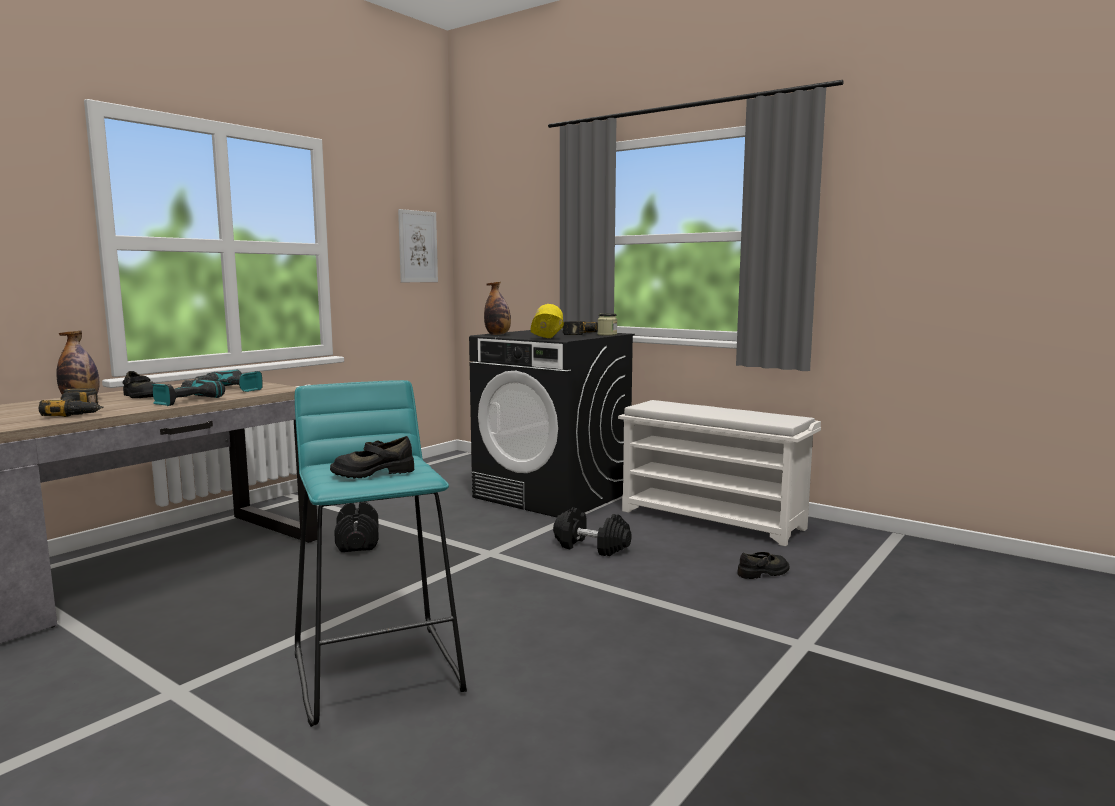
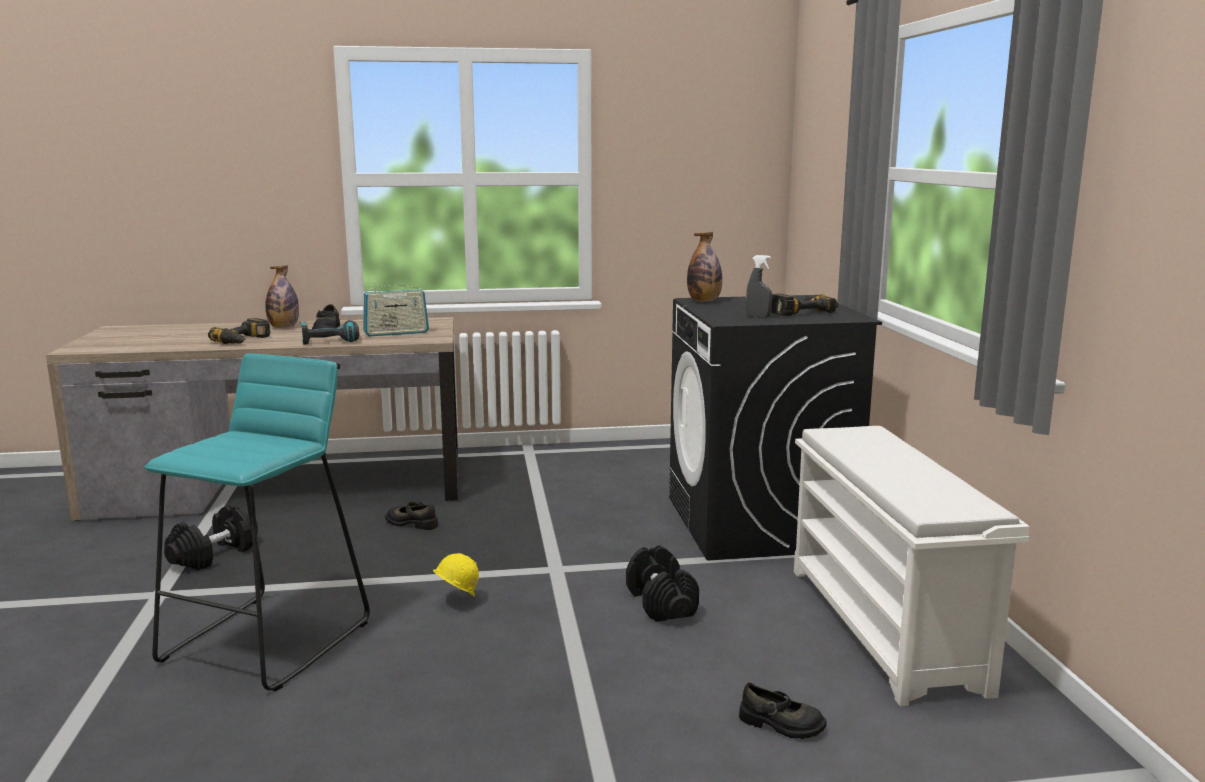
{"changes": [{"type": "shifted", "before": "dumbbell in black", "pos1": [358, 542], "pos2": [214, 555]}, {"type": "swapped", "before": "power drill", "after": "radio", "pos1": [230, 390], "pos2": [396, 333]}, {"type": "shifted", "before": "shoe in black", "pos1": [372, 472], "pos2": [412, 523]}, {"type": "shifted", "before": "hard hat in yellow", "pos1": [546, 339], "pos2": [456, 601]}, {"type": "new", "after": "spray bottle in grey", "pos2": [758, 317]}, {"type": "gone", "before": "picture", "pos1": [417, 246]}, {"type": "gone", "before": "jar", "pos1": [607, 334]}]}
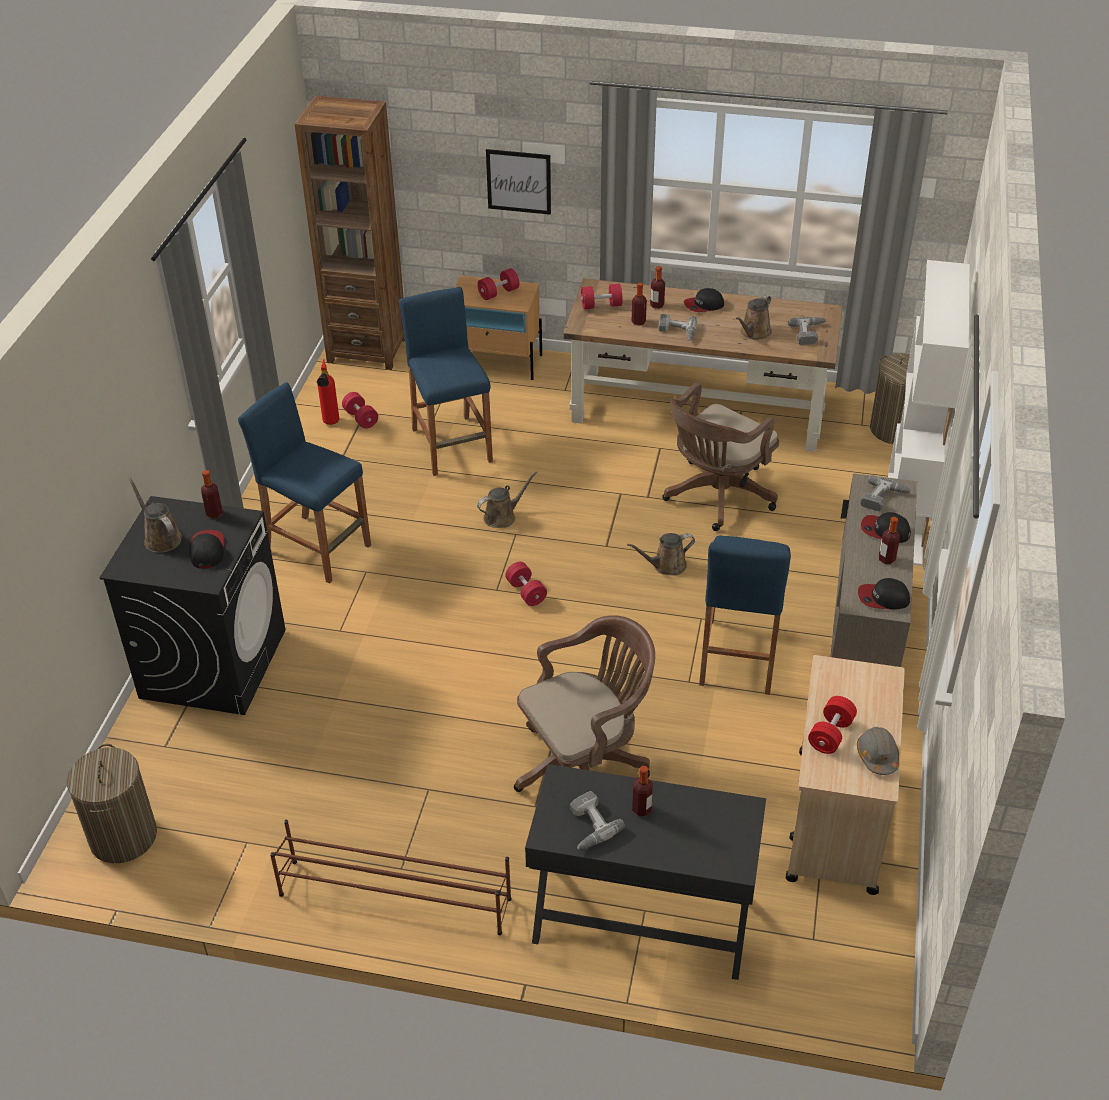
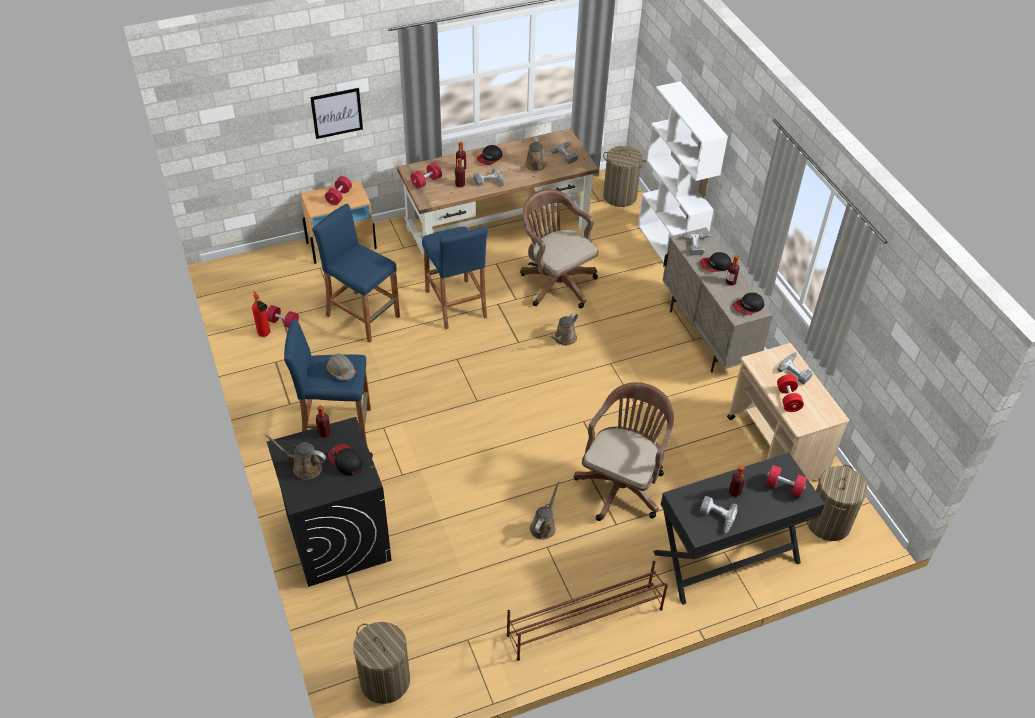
{"changes": [{"type": "shifted", "before": "hard hat in grey", "pos1": [877, 756], "pos2": [341, 370]}, {"type": "shifted", "before": "stool in blue", "pos1": [738, 656], "pos2": [456, 304]}, {"type": "rotated", "before": "office chair in brown", "pos1": [716, 497], "pos2": [555, 282], "turn": 135}, {"type": "shifted", "before": "watering can in brown", "pos1": [502, 516], "pos2": [544, 526]}, {"type": "shifted", "before": "dumbbell in red", "pos1": [526, 592], "pos2": [784, 487]}, {"type": "new", "after": "power drill", "pos2": [797, 370]}, {"type": "new", "after": "laundry basket", "pos2": [828, 523]}, {"type": "gone", "before": "bookcase in brown", "pos1": [367, 350]}]}
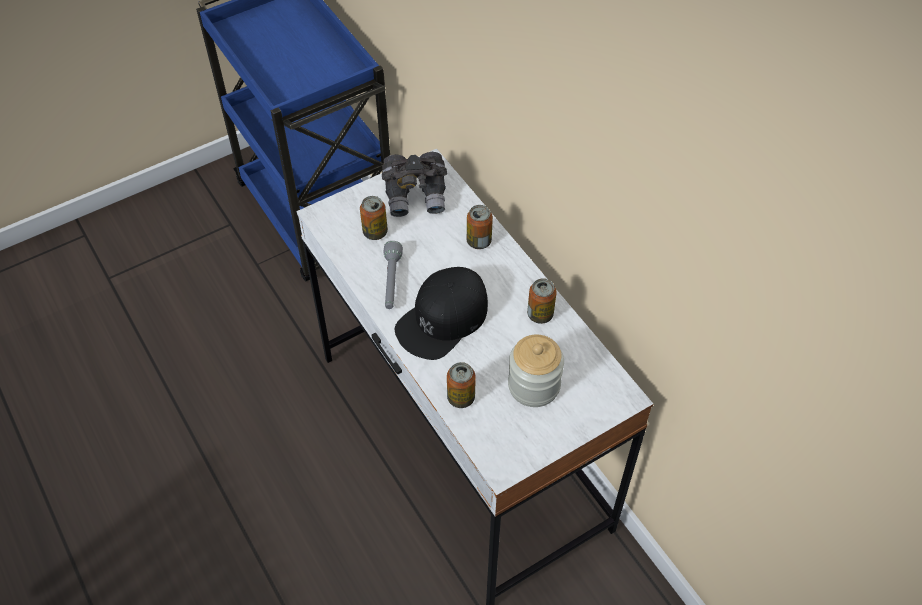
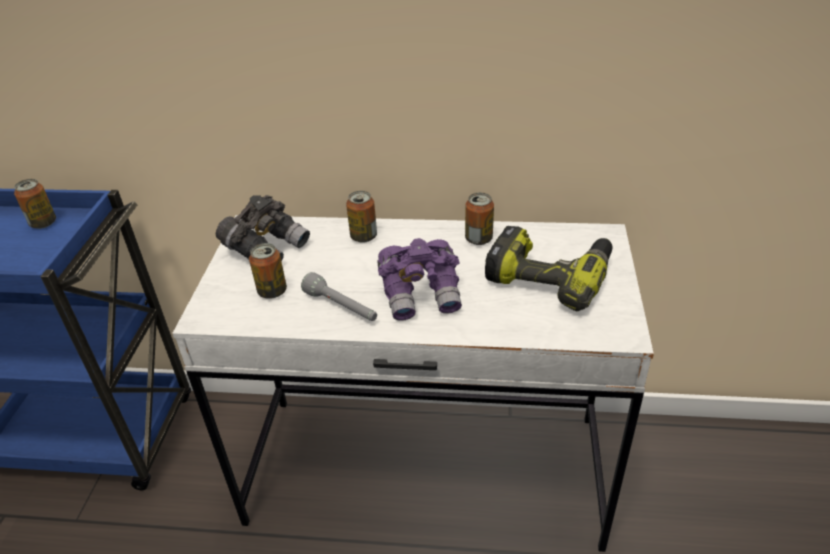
{"changes": [{"type": "shifted", "before": "can", "pos1": [461, 398], "pos2": [43, 223]}, {"type": "swapped", "before": "cap in black", "after": "binoculars in purple", "pos1": [443, 319], "pos2": [421, 295]}, {"type": "swapped", "before": "jar", "after": "power drill", "pos1": [534, 385], "pos2": [550, 275]}]}
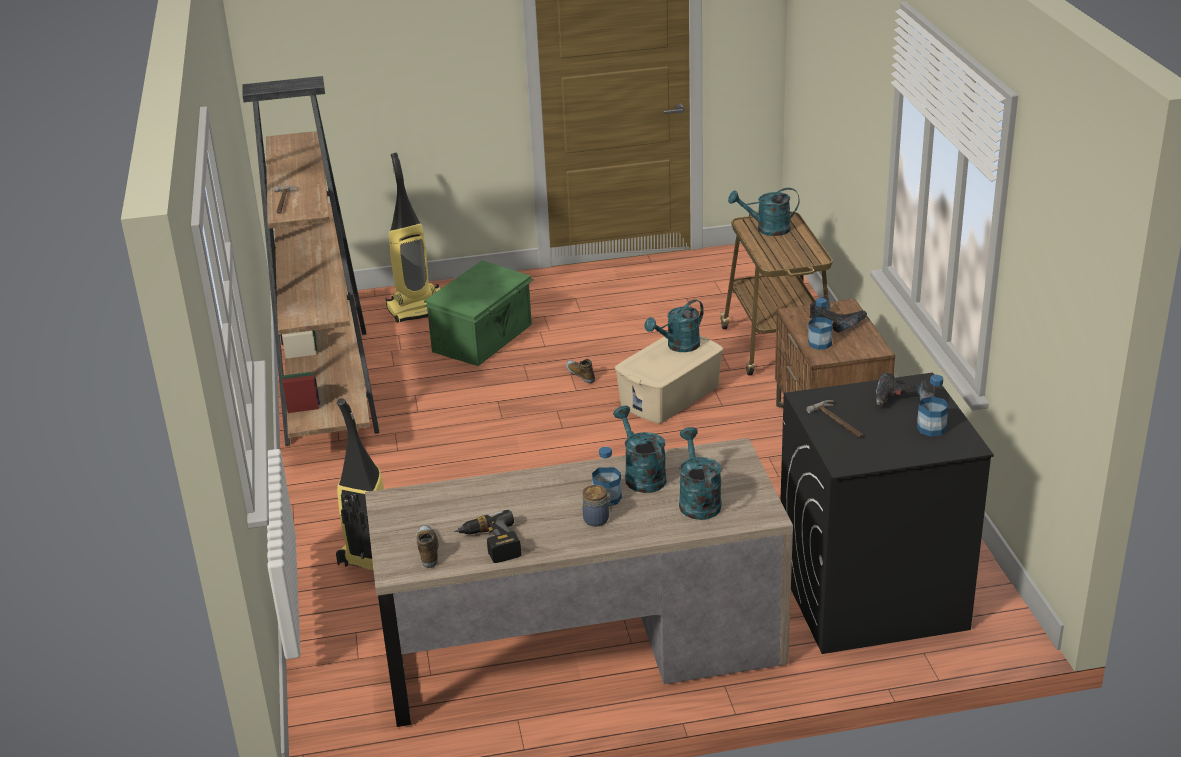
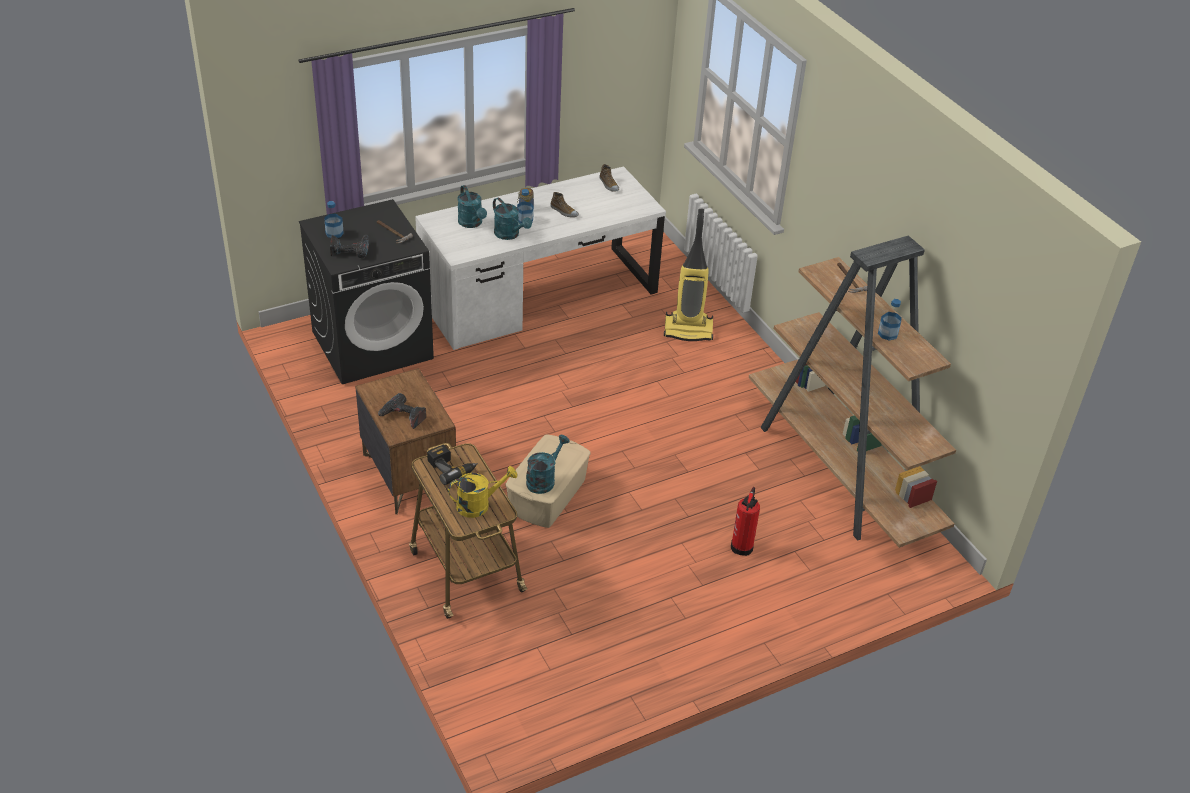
{"changes": [{"type": "repainted", "before": "desk in brown", "after": "desk in white", "pos1": [581, 646], "pos2": [539, 296]}, {"type": "shifted", "before": "power drill", "pos1": [490, 544], "pos2": [451, 468]}, {"type": "repainted", "before": "watering can in turquoise", "after": "watering can in yellow", "pos1": [767, 229], "pos2": [479, 505]}, {"type": "shifted", "before": "shoe", "pos1": [580, 374], "pos2": [564, 211]}, {"type": "swapped", "before": "storage box in green", "after": "fire extinguisher", "pos1": [484, 338], "pos2": [742, 545]}, {"type": "shifted", "before": "bottle", "pos1": [820, 343], "pos2": [887, 334]}, {"type": "gone", "before": "vacuum cleaner", "pos1": [419, 308]}]}
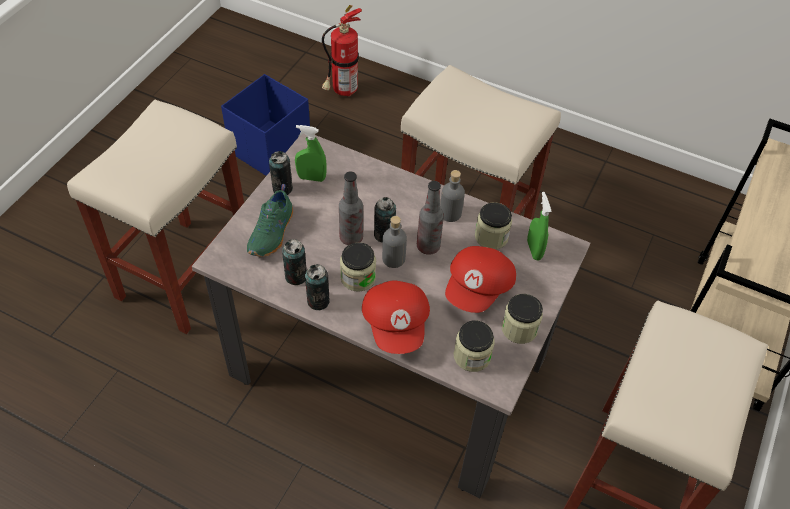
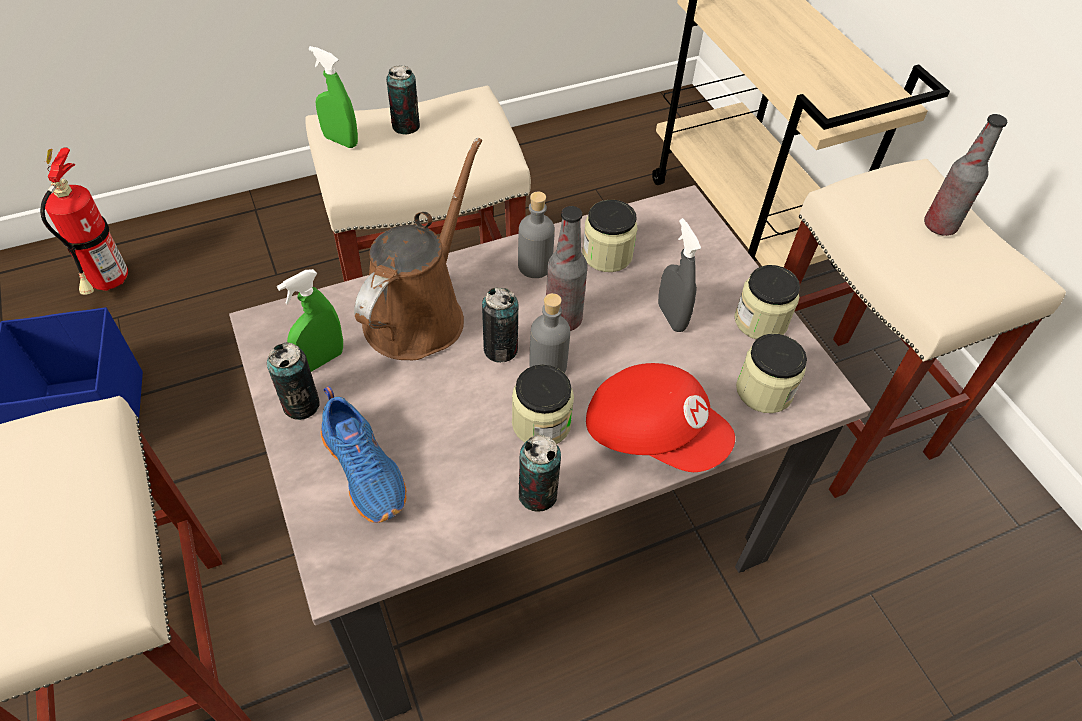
{"changes": [{"type": "shifted", "before": "spray bottle in green", "pos1": [534, 250], "pos2": [340, 141]}, {"type": "repainted", "before": "shoe in green", "after": "shoe in blue", "pos1": [272, 233], "pos2": [366, 470]}, {"type": "new", "after": "watering can in brown", "pos2": [419, 313]}, {"type": "shifted", "before": "can", "pos1": [296, 276], "pos2": [406, 126]}, {"type": "swapped", "before": "cap in red", "after": "spray bottle in grey", "pos1": [479, 288], "pos2": [671, 317]}, {"type": "shifted", "before": "bottle", "pos1": [351, 237], "pos2": [939, 226]}]}
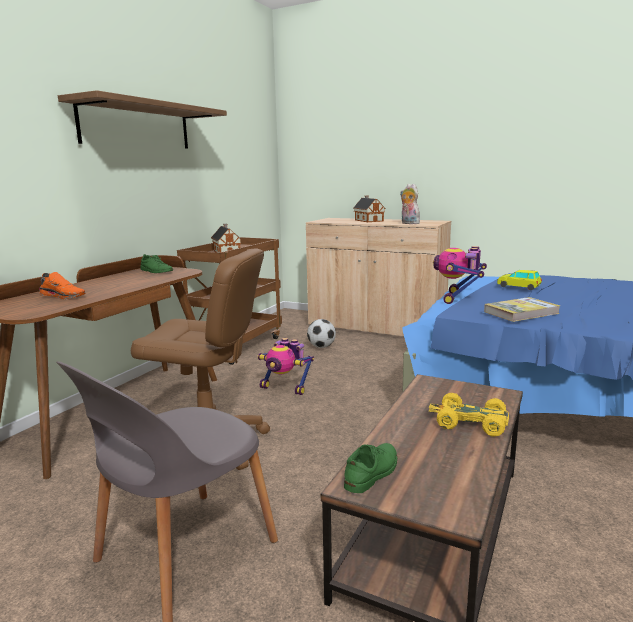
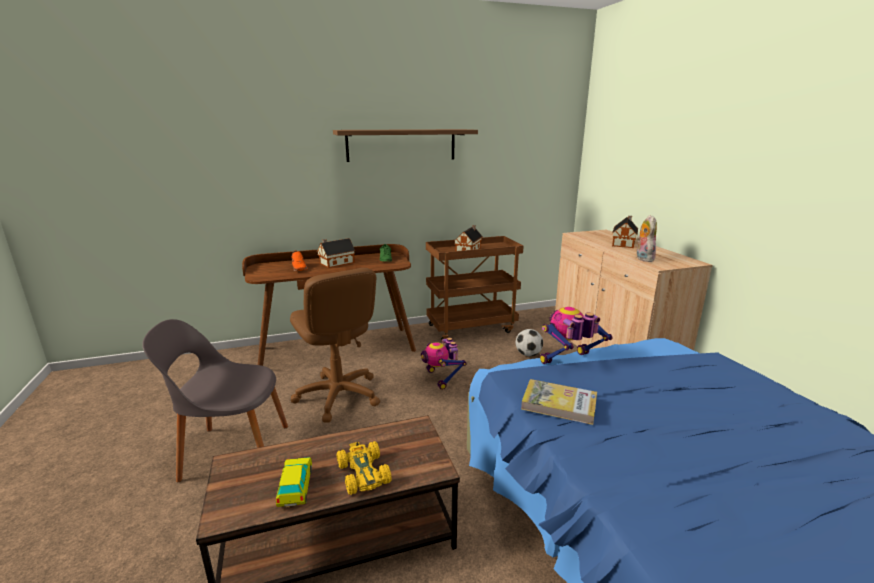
{"changes": [{"type": "shifted", "before": "toy car", "pos1": [518, 286], "pos2": [295, 487]}, {"type": "new", "after": "toy house", "pos2": [335, 263]}, {"type": "gone", "before": "shoe in green", "pos1": [372, 472]}]}
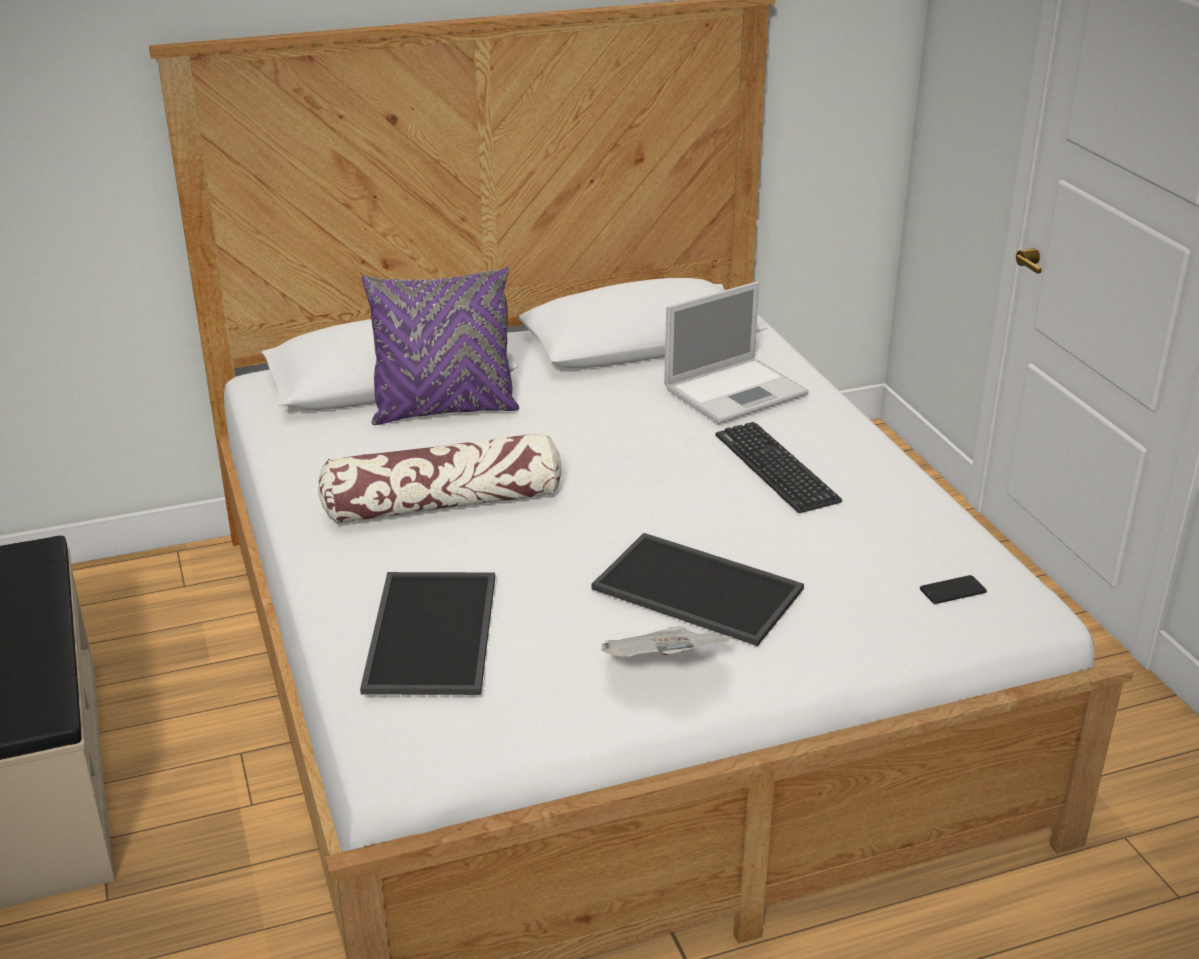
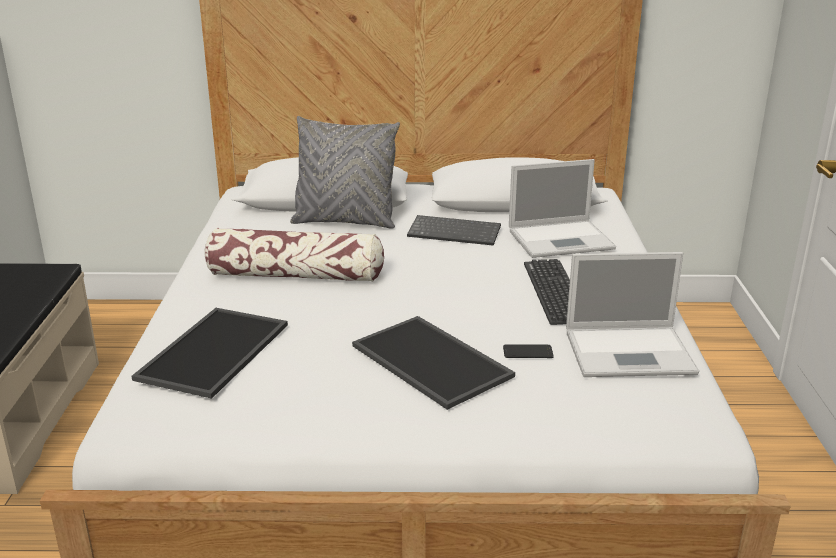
{"changes": [{"type": "repainted", "before": "pillow in purple", "after": "pillow in grey", "pos1": [444, 410], "pos2": [345, 221]}, {"type": "new", "after": "keyboard", "pos2": [455, 232]}, {"type": "shifted", "before": "phone", "pos1": [953, 591], "pos2": [528, 352]}, {"type": "new", "after": "laptop", "pos2": [631, 352]}, {"type": "gone", "before": "newspaper", "pos1": [664, 670]}]}
